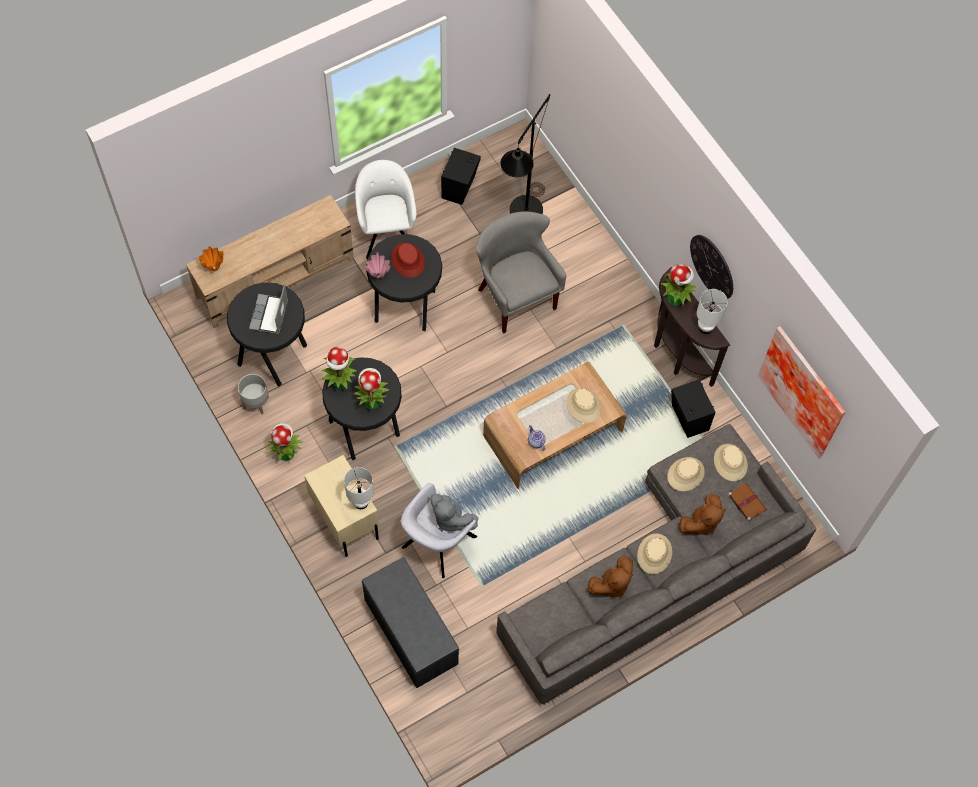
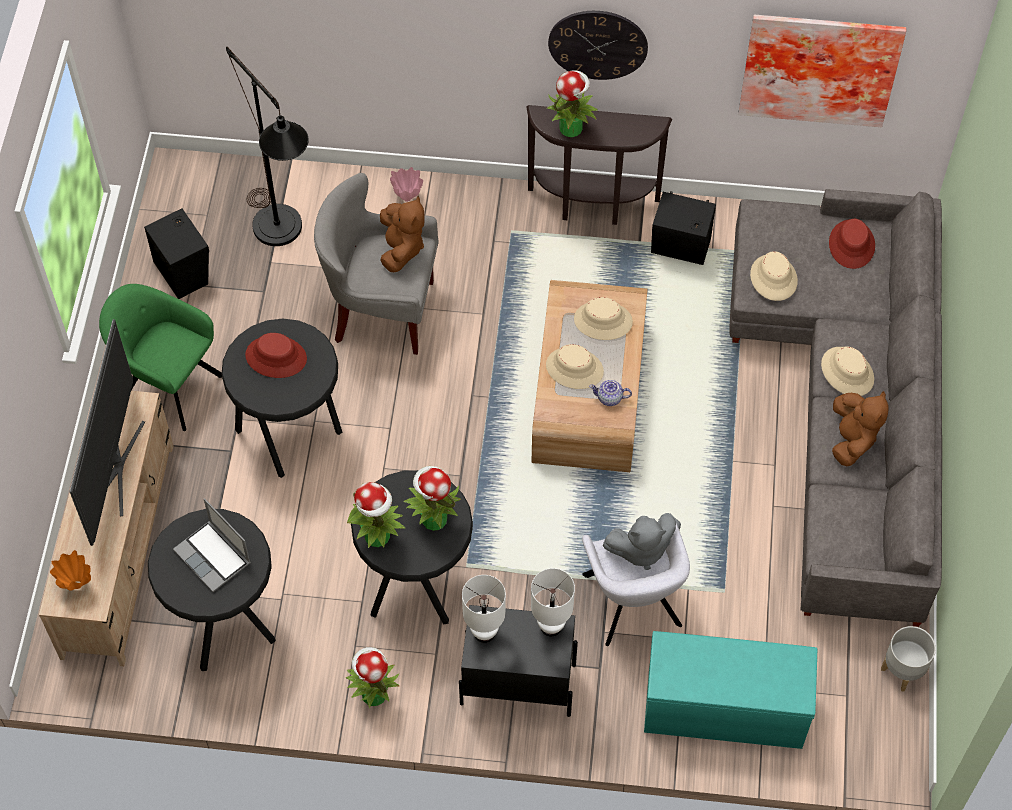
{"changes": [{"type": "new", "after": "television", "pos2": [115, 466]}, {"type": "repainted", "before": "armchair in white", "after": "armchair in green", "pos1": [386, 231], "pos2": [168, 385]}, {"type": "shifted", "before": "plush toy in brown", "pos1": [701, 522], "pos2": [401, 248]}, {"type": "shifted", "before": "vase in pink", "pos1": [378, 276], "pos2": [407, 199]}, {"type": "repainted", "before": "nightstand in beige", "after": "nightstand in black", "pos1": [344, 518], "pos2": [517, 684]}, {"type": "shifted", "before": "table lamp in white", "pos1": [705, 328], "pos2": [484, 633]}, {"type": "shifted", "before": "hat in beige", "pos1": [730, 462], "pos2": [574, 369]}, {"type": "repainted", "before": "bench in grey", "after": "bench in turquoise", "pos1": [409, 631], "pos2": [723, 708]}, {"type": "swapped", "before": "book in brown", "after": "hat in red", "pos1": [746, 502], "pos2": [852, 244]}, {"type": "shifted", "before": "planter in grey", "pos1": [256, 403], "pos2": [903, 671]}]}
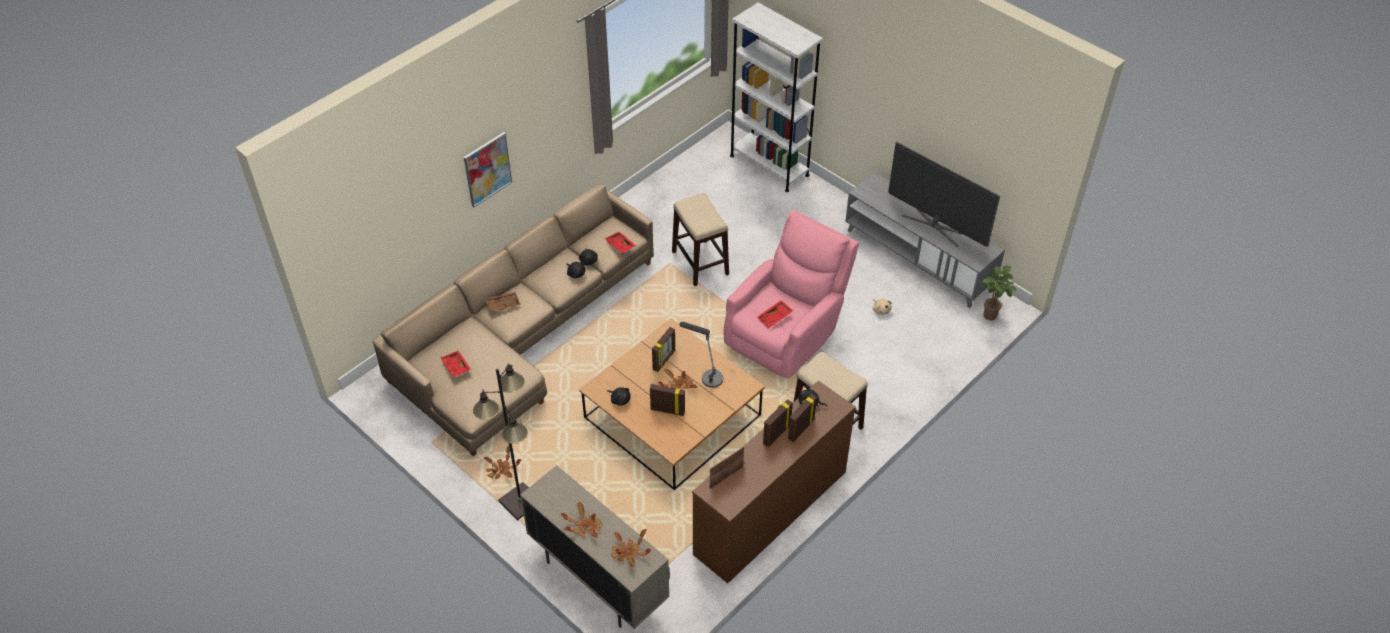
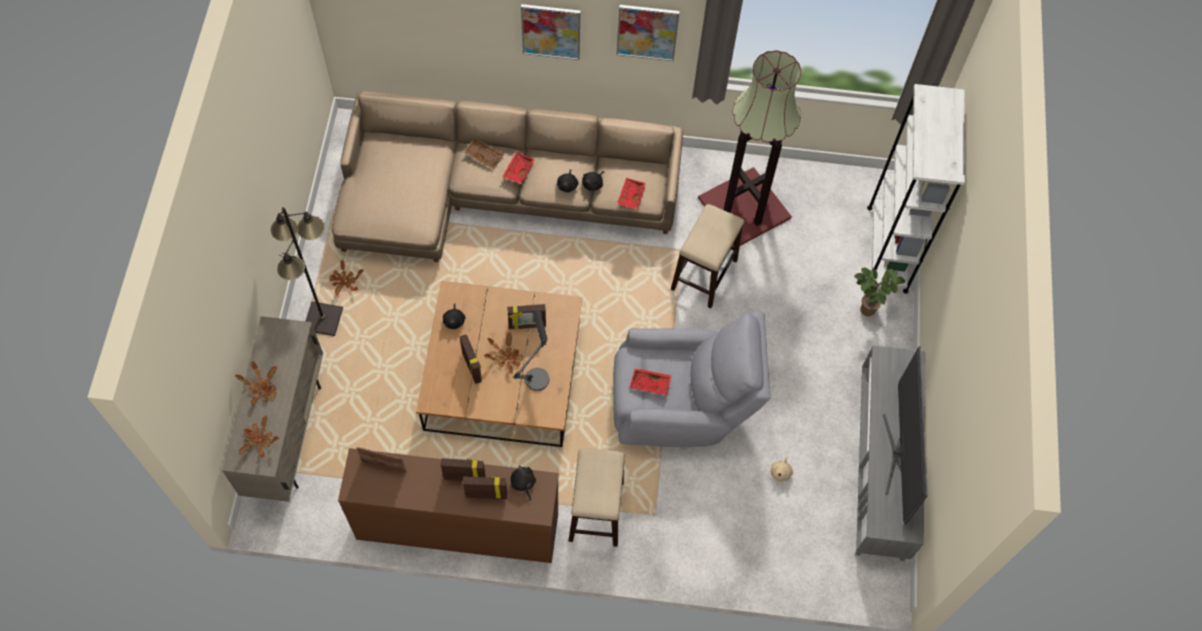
{"changes": [{"type": "shifted", "before": "tray in red", "pos1": [455, 367], "pos2": [518, 170]}, {"type": "repainted", "before": "armchair in pink", "after": "armchair in grey", "pos1": [786, 331], "pos2": [681, 404]}, {"type": "new", "after": "picture", "pos2": [647, 32]}, {"type": "new", "after": "floor lamp", "pos2": [745, 208]}, {"type": "shifted", "before": "potted plant", "pos1": [990, 317], "pos2": [865, 311]}]}
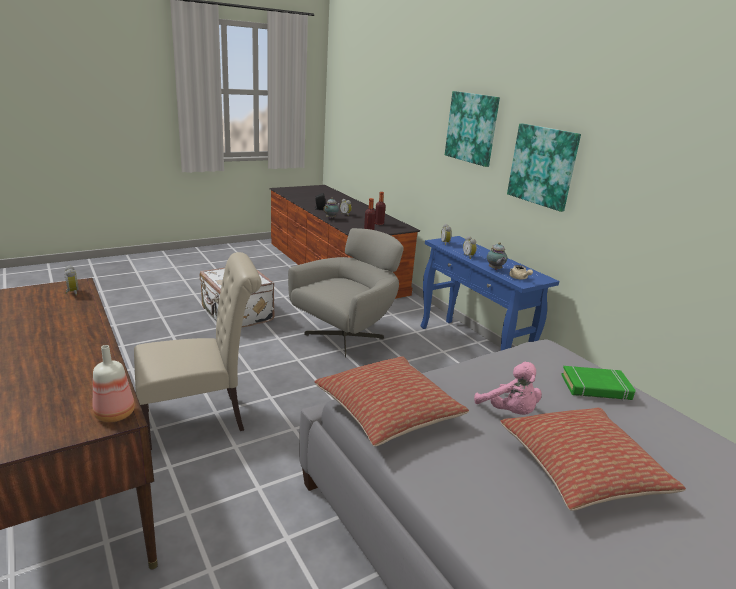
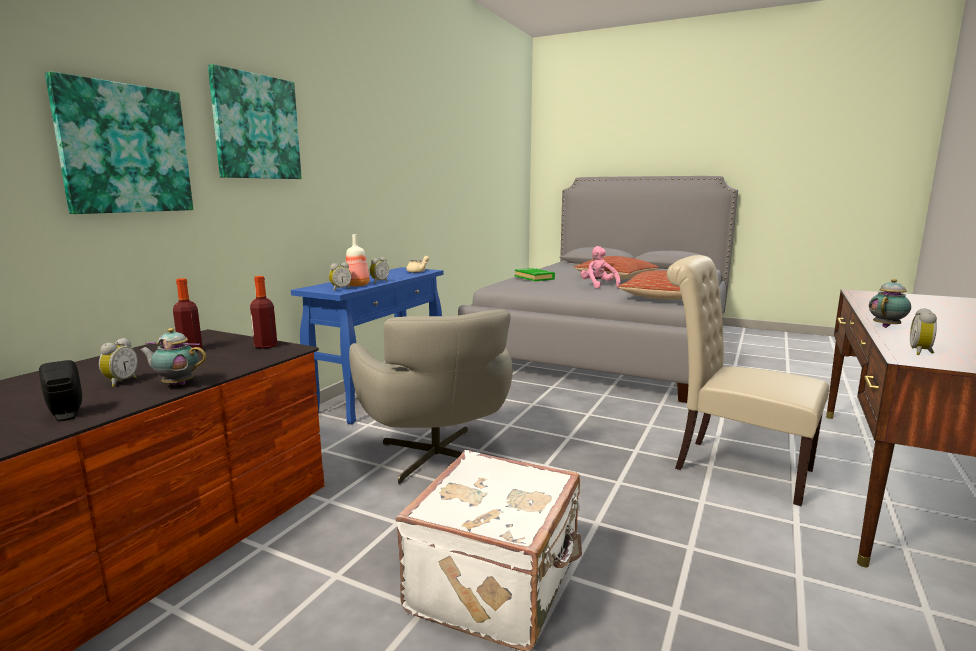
{"changes": [{"type": "shifted", "before": "picture", "pos1": [543, 166], "pos2": [124, 149]}, {"type": "shifted", "before": "bottle", "pos1": [116, 414], "pos2": [356, 285]}, {"type": "rotated", "before": "armchair in grey", "pos1": [346, 336], "pos2": [437, 458], "turn": -120}, {"type": "rotated", "before": "plush toy in pink", "pos1": [509, 412], "pos2": [598, 286], "turn": -45}, {"type": "shifted", "before": "teapot", "pos1": [495, 269], "pos2": [887, 326]}]}
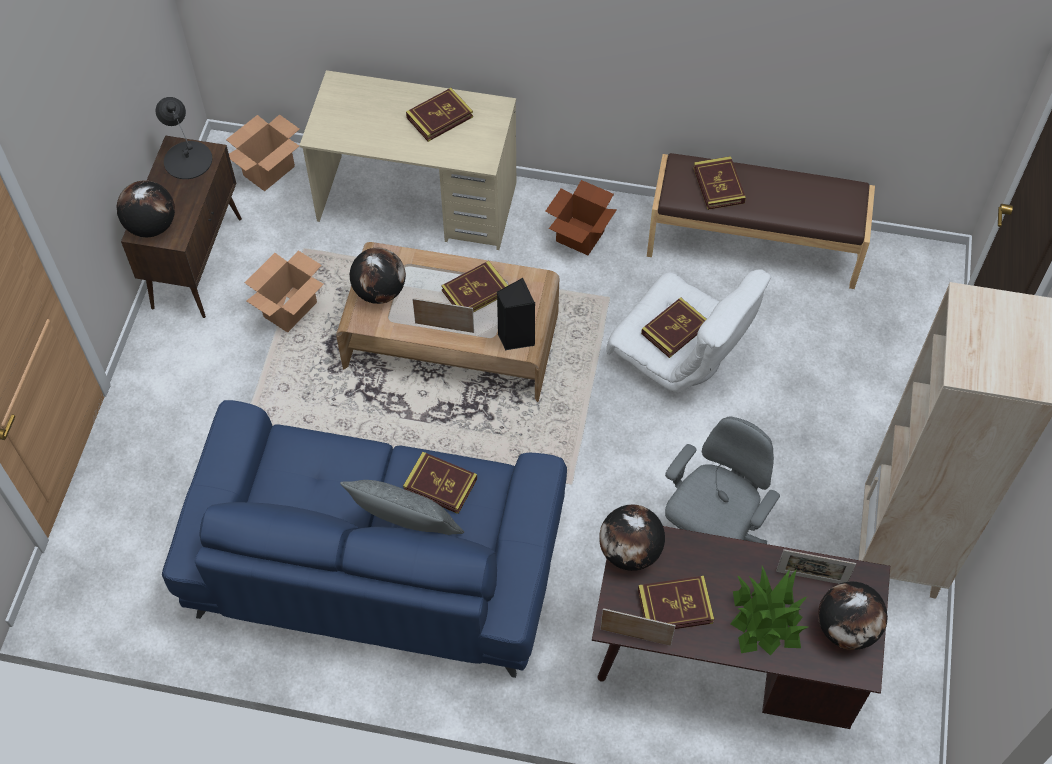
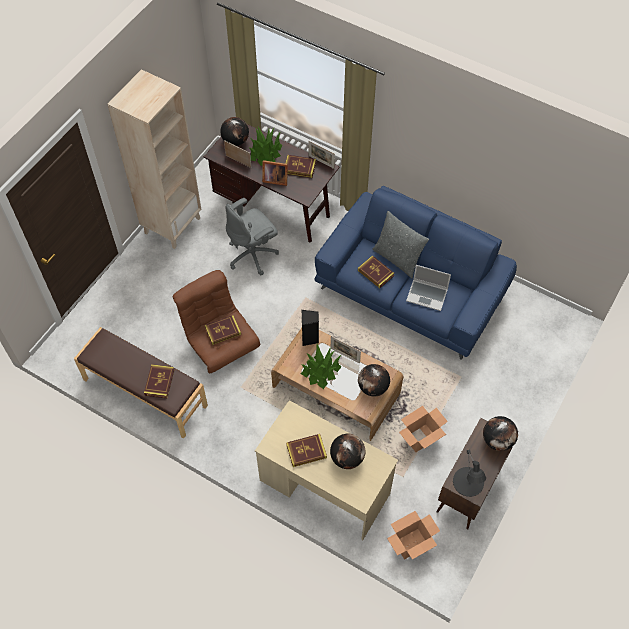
{"changes": [{"type": "repainted", "before": "armchair in white", "after": "armchair in brown", "pos1": [680, 356], "pos2": [220, 342]}, {"type": "new", "after": "picture frame", "pos2": [274, 179]}, {"type": "swapped", "before": "book", "after": "potted plant", "pos1": [475, 292], "pos2": [320, 370]}, {"type": "shifted", "before": "globe", "pos1": [630, 552], "pos2": [347, 458]}, {"type": "new", "after": "laptop", "pos2": [427, 295]}, {"type": "gone", "before": "cardboard box", "pos1": [580, 236]}]}
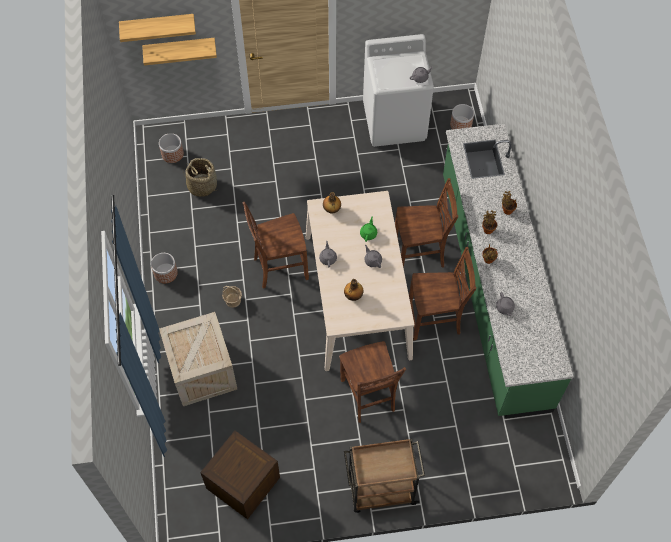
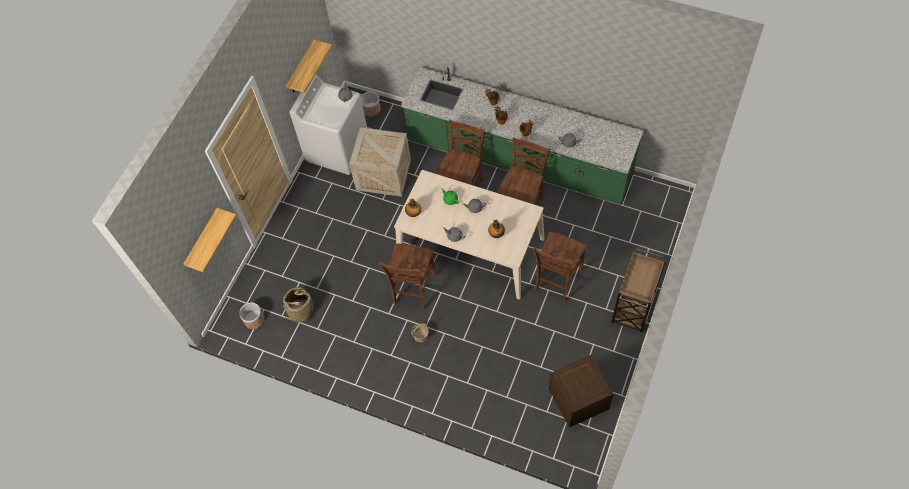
{"changes": [{"type": "shifted", "before": "shelf", "pos1": [158, 25], "pos2": [301, 68]}, {"type": "shifted", "before": "crate", "pos1": [201, 371], "pos2": [382, 175]}, {"type": "rotated", "before": "chair in brown", "pos1": [368, 396], "pos2": [556, 280], "turn": 105}, {"type": "gone", "before": "planter", "pos1": [165, 273]}]}
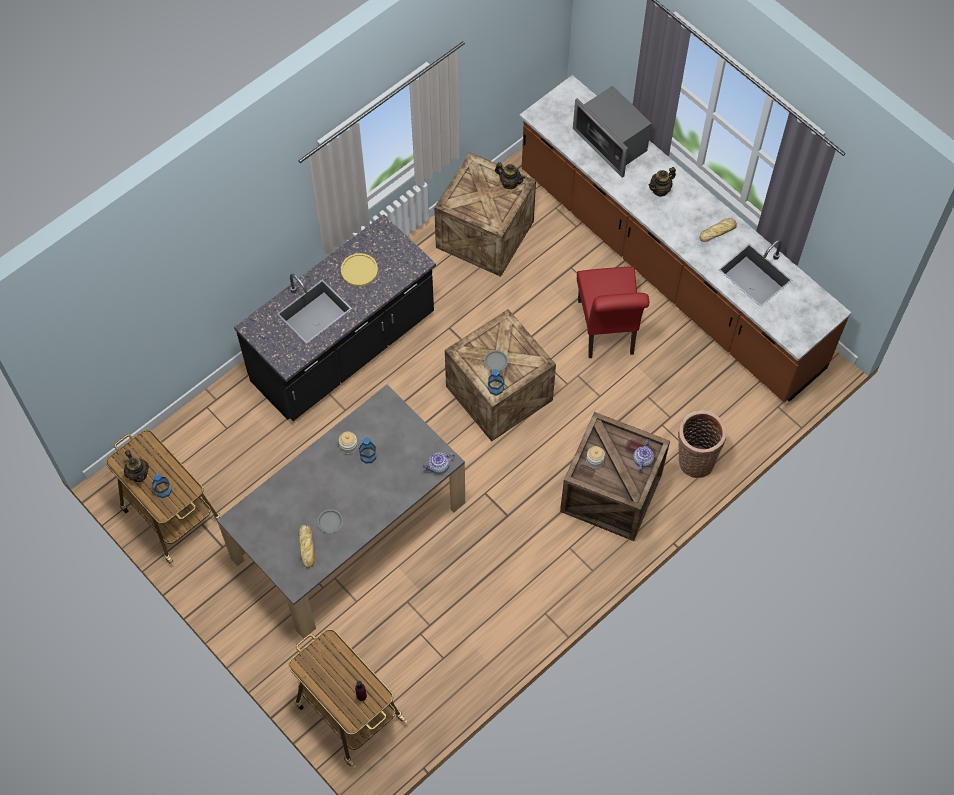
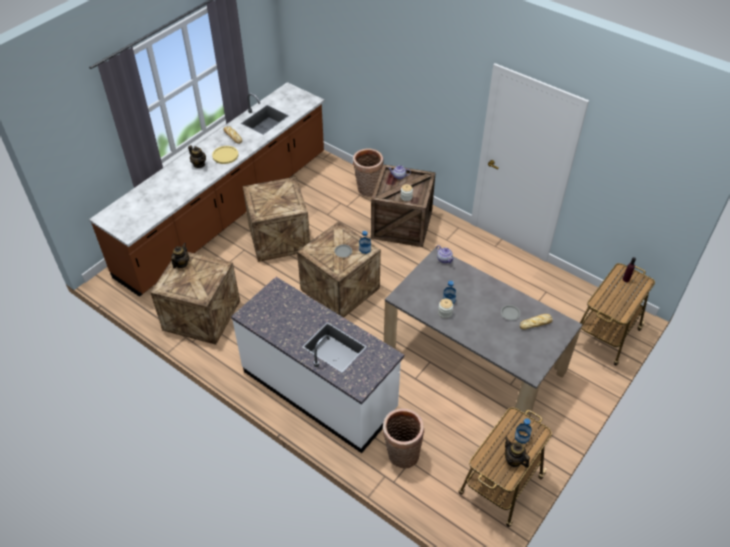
{"changes": [{"type": "shifted", "before": "plate in yellow", "pos1": [359, 270], "pos2": [225, 155]}, {"type": "repainted", "before": "counter in black", "after": "counter in white", "pos1": [344, 350], "pos2": [320, 390]}, {"type": "swapped", "before": "chair in red", "after": "crate", "pos1": [607, 331], "pos2": [280, 238]}, {"type": "new", "after": "basket", "pos2": [401, 454]}, {"type": "rotated", "before": "teapot", "pos1": [138, 474], "pos2": [514, 460], "turn": -90}, {"type": "gone", "before": "microwave", "pos1": [612, 142]}]}
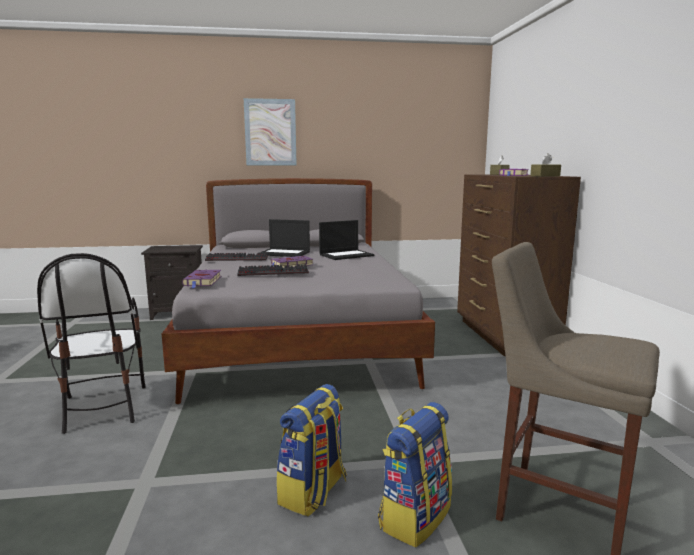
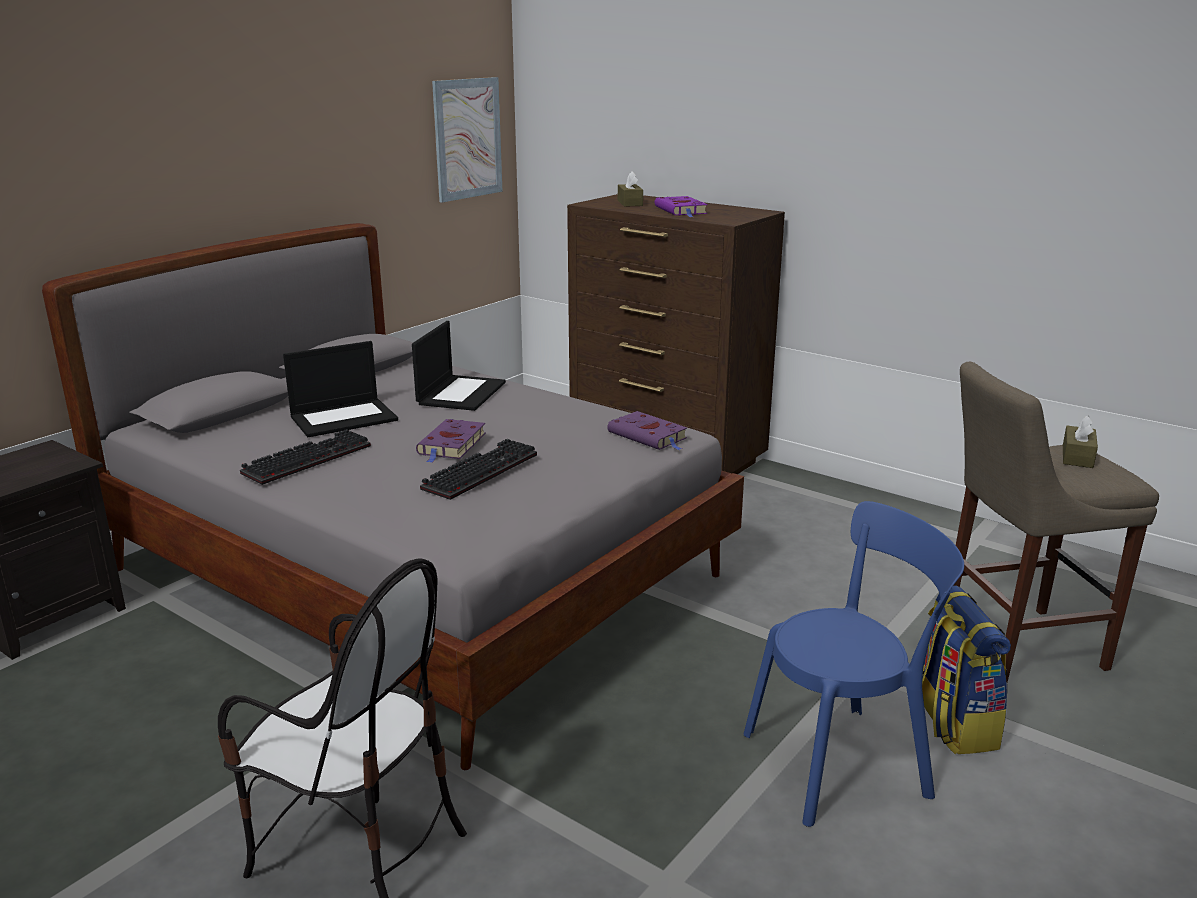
{"changes": [{"type": "shifted", "before": "picture", "pos1": [270, 132], "pos2": [467, 139]}, {"type": "shifted", "before": "book in purple", "pos1": [202, 281], "pos2": [649, 436]}, {"type": "swapped", "before": "backpack", "after": "chair in blue", "pos1": [313, 492], "pos2": [843, 762]}, {"type": "shifted", "before": "tissue box in brown", "pos1": [545, 176], "pos2": [1077, 456]}]}
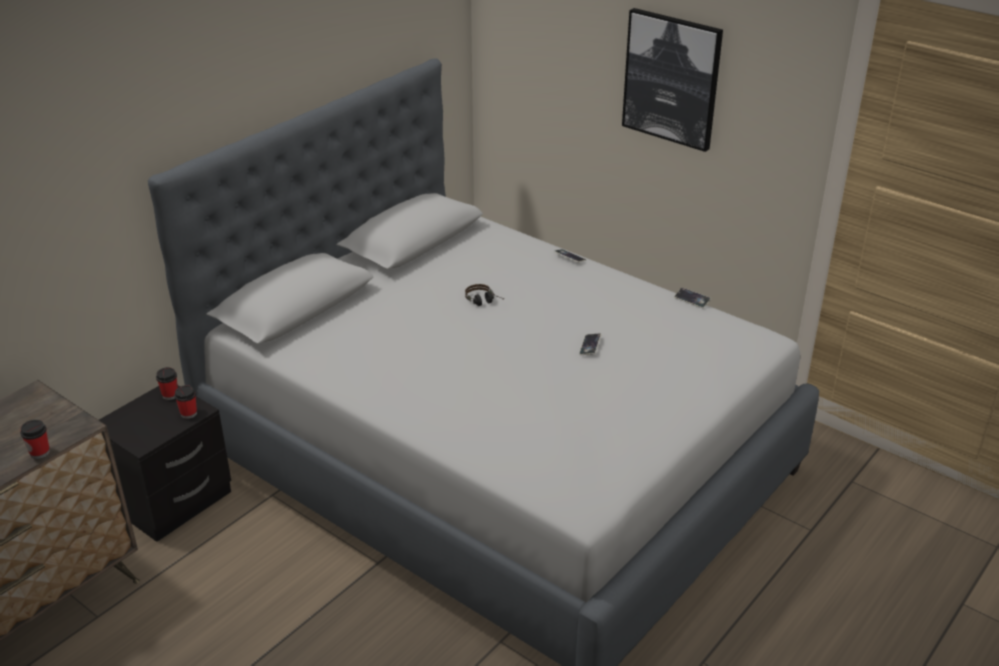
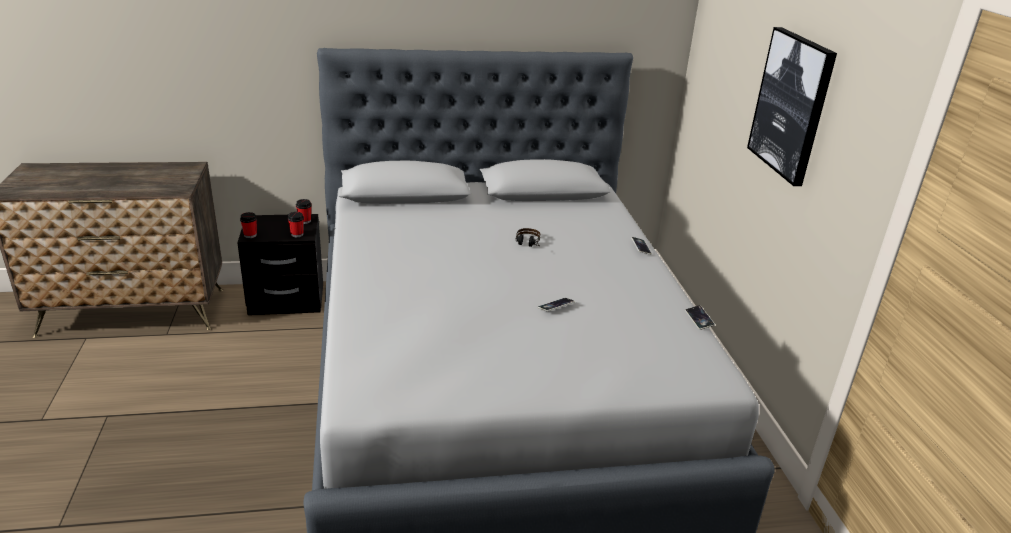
{"changes": [{"type": "shifted", "before": "cup", "pos1": [40, 452], "pos2": [250, 235]}]}
